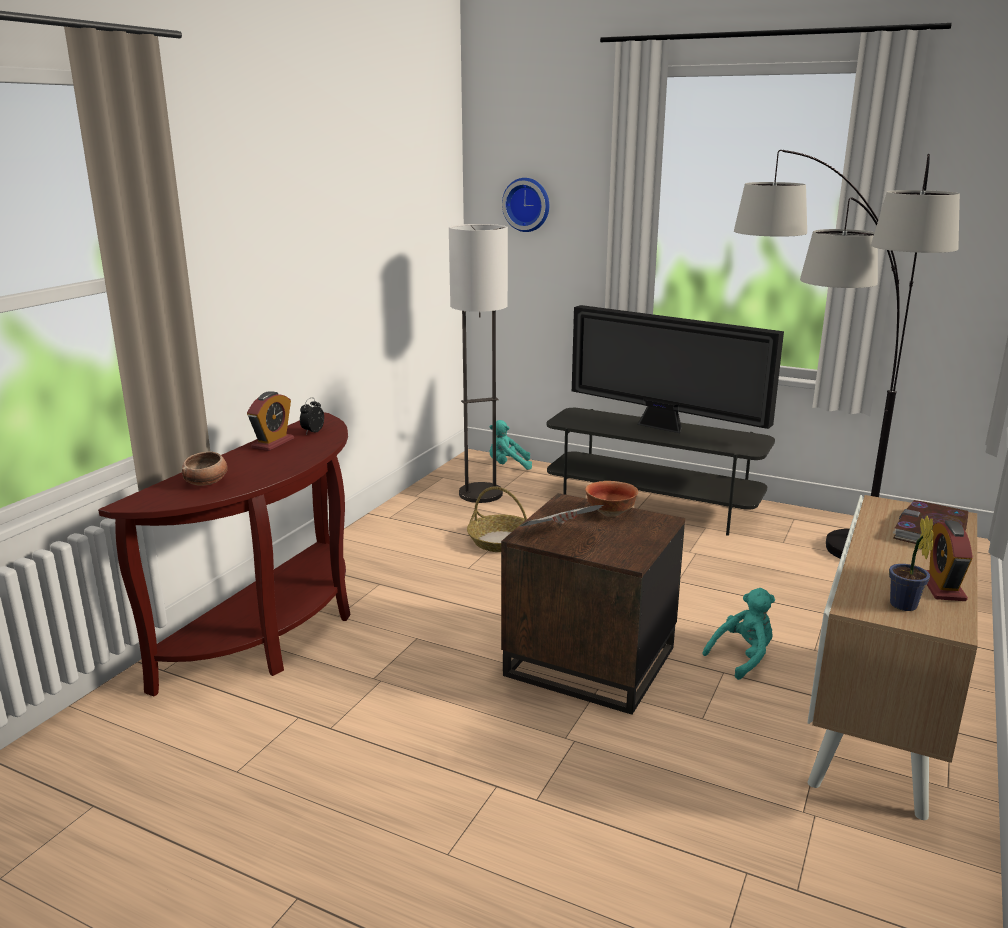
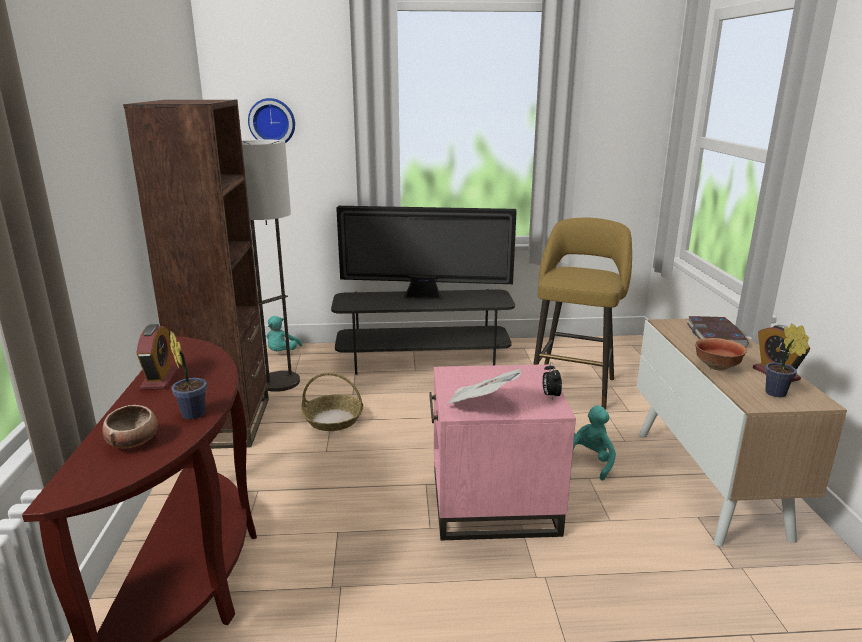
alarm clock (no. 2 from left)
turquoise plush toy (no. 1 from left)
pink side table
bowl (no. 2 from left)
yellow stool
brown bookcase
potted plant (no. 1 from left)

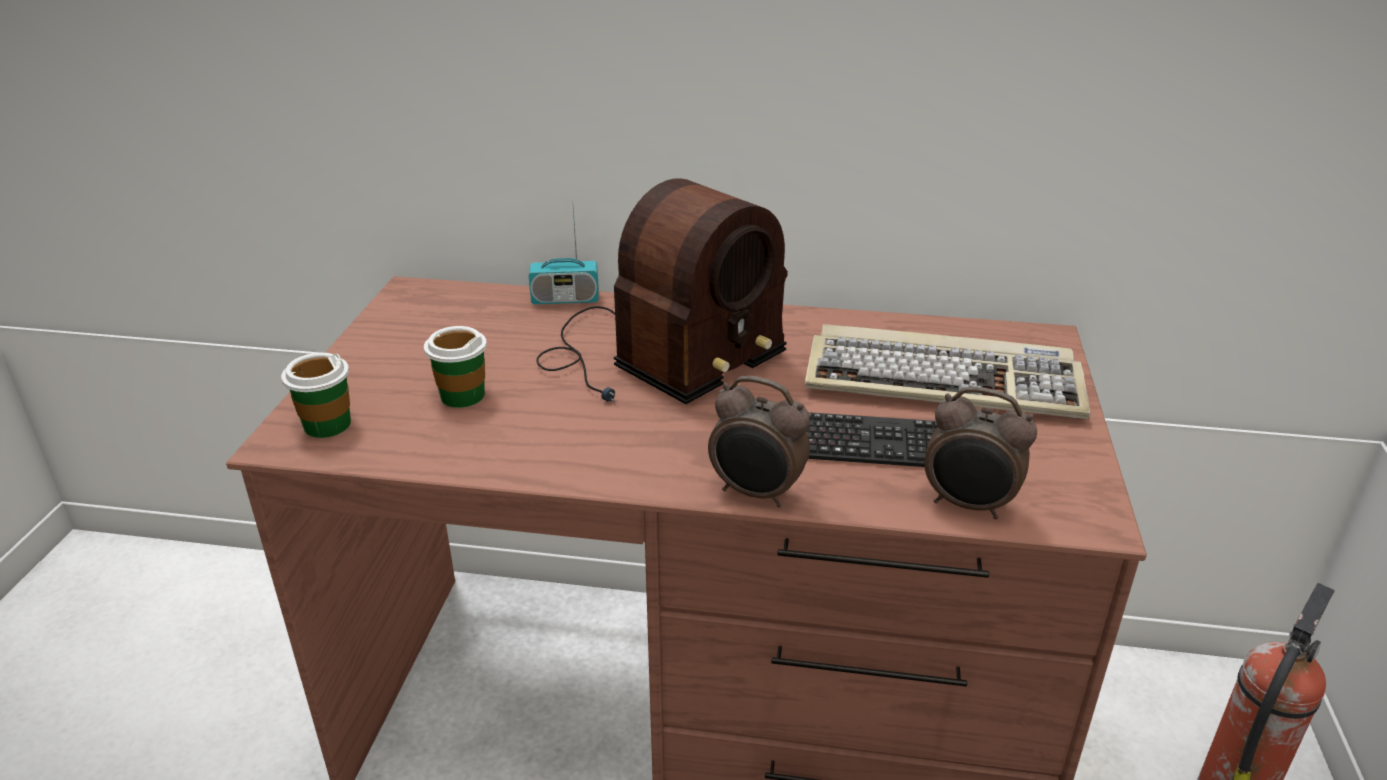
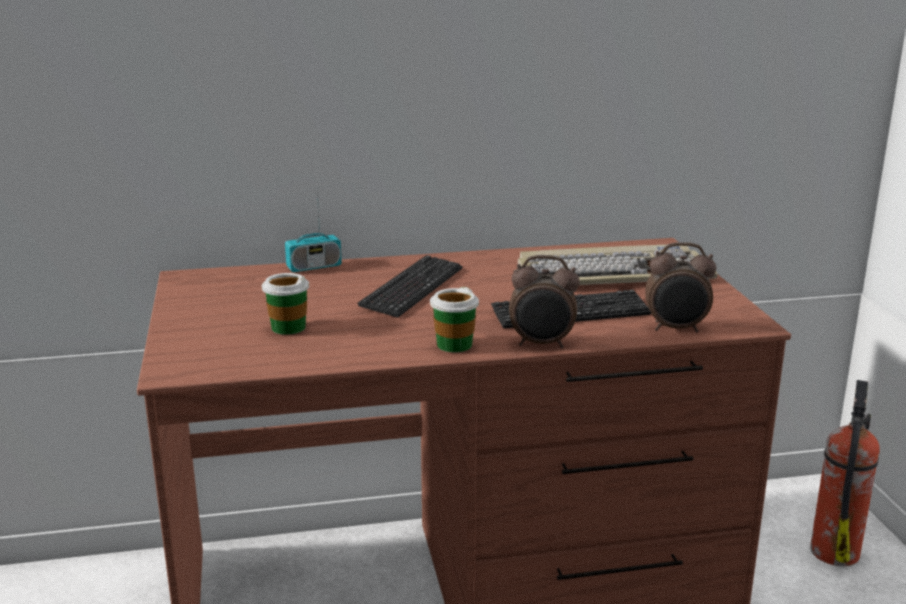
cup (no. 2 from left)
keyboard (no. 1 from left)

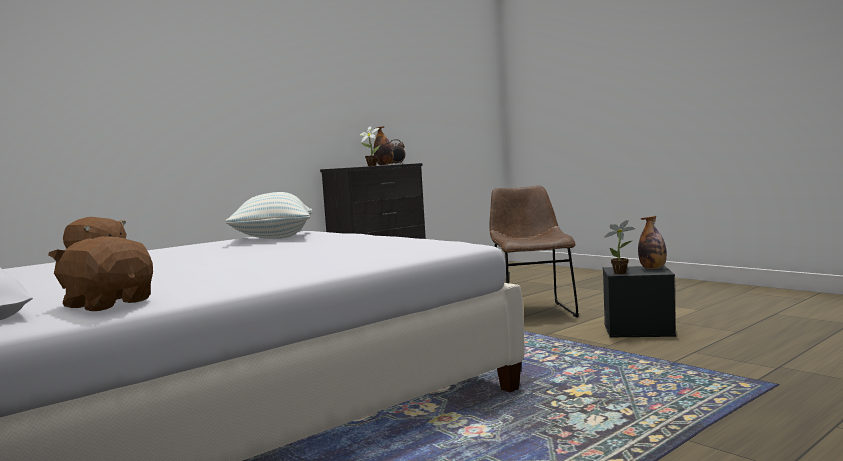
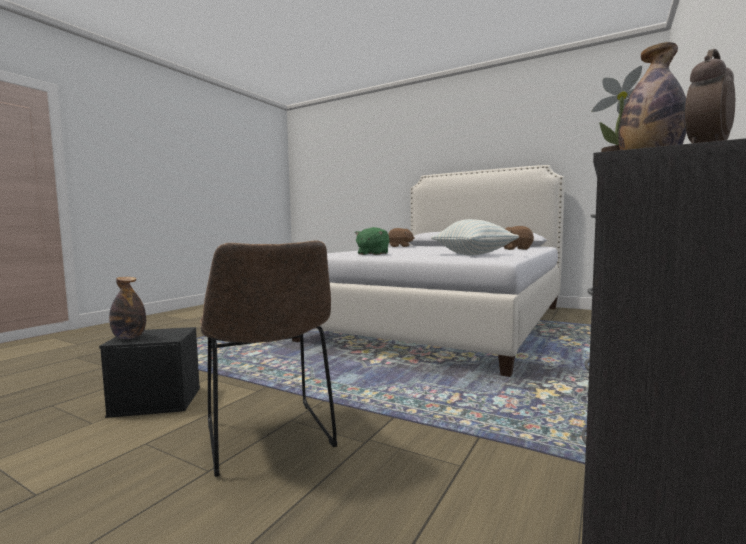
potted plant (no. 2 from left in the first image)
green plush toy

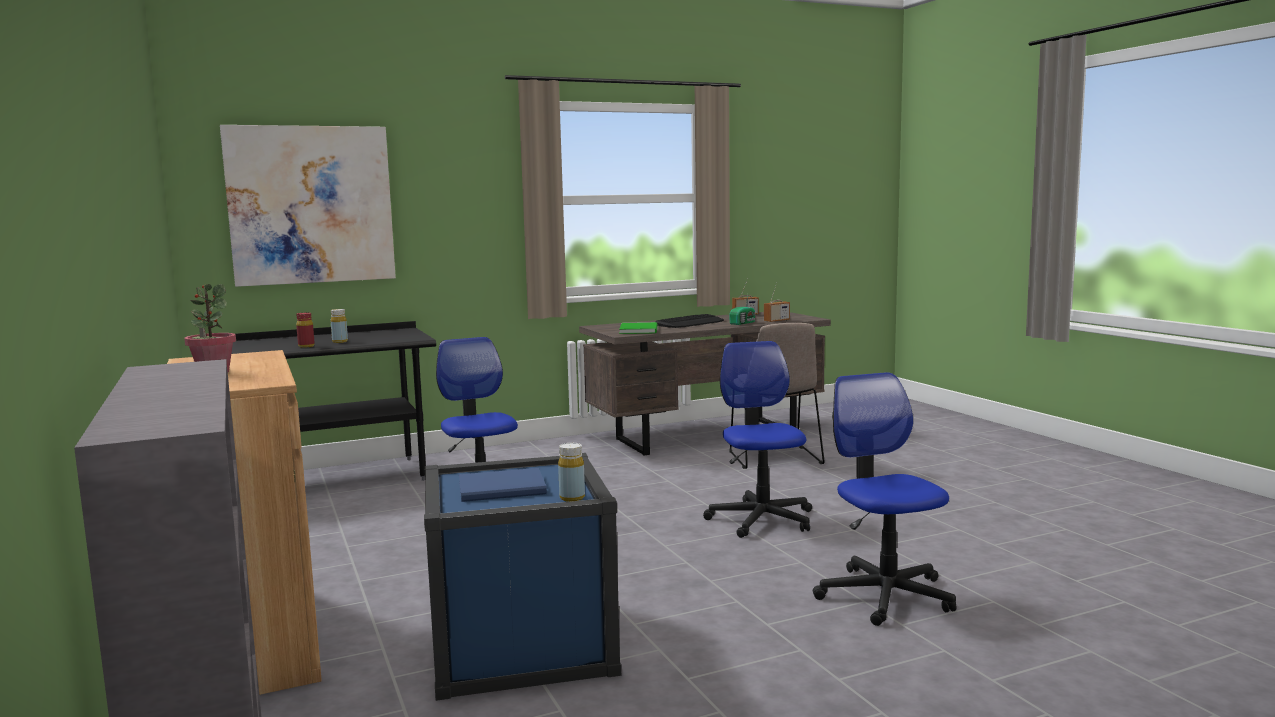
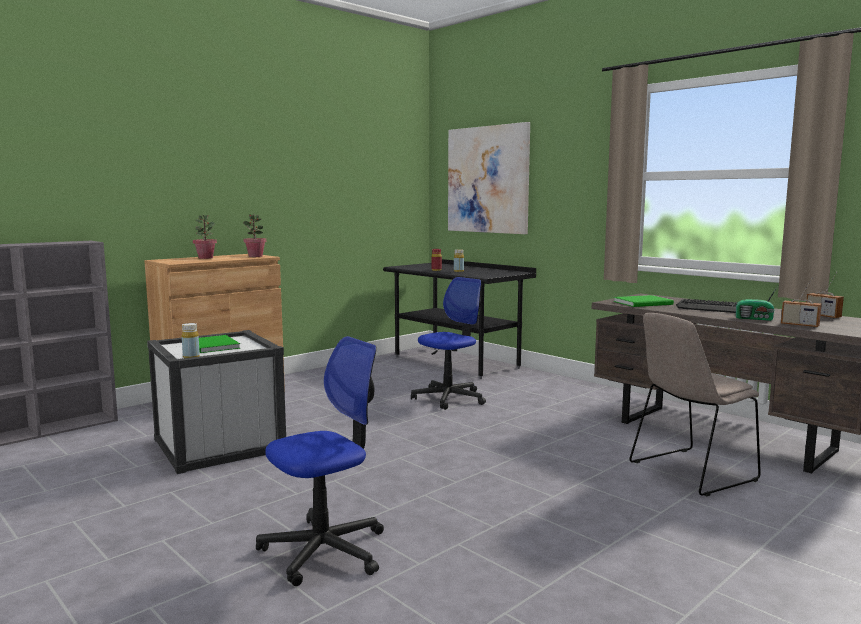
white storage box
green book (no. 1 from left)
office chair (no. 2 from left in the first image)
potted plant (no. 2 from left)

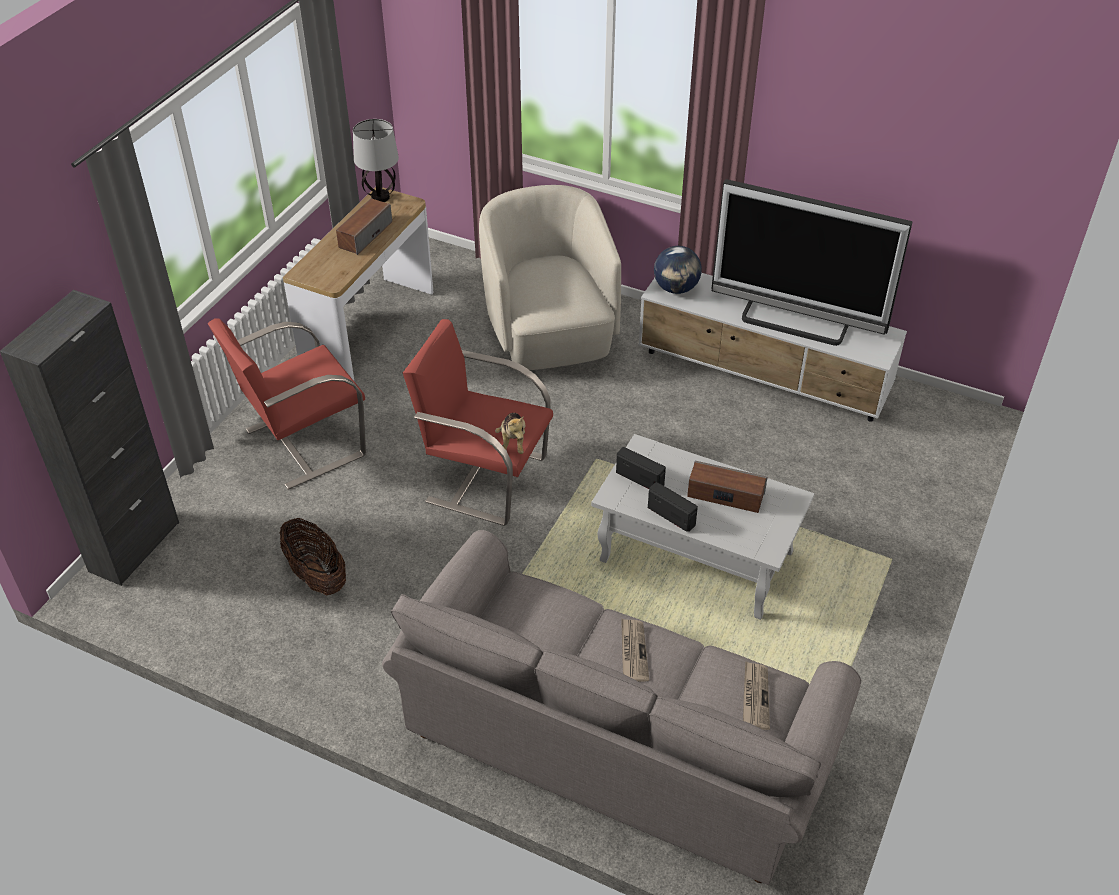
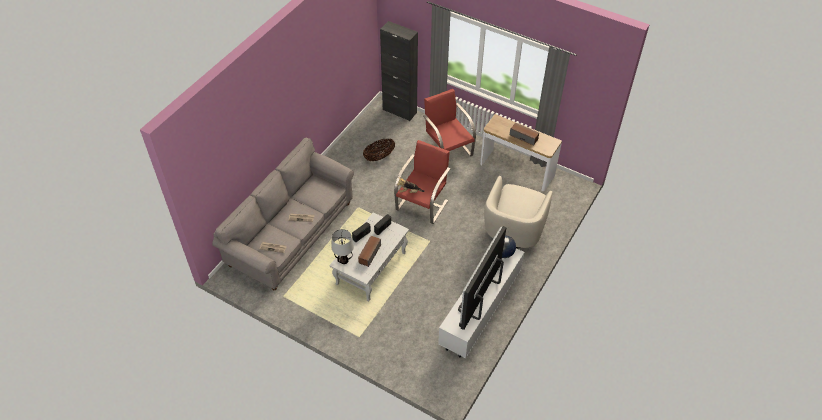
table lamp
beige armchair

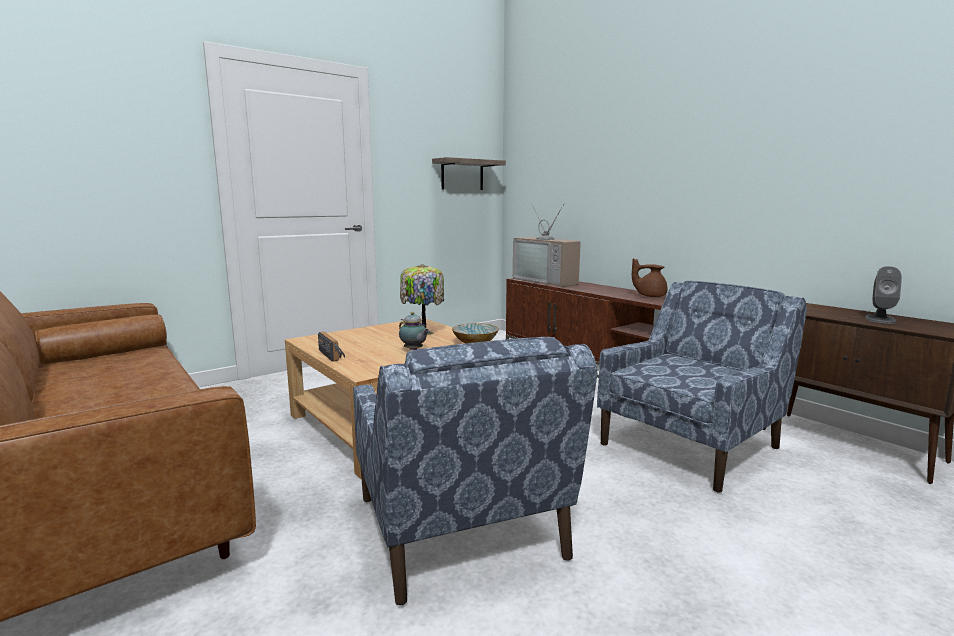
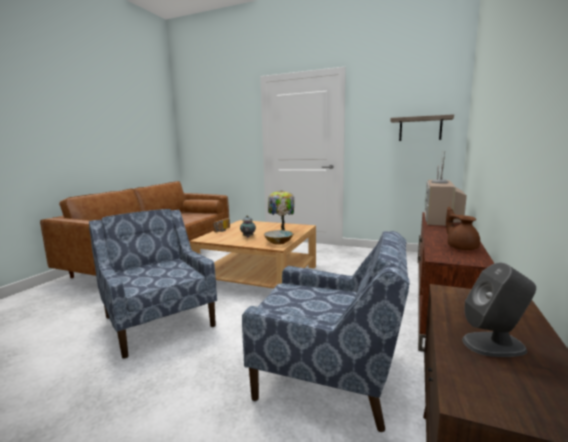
blue armchair (no. 1 from left)

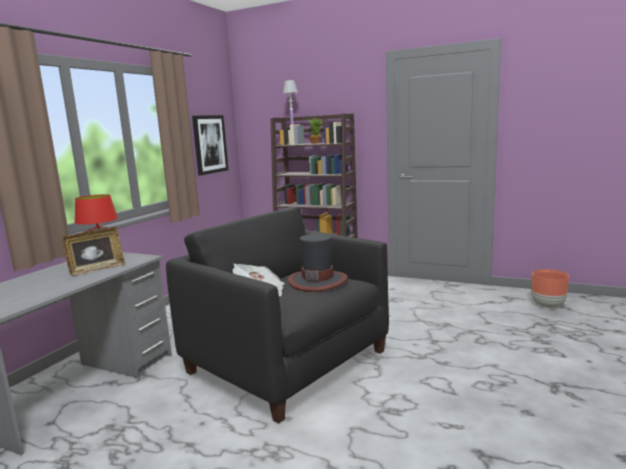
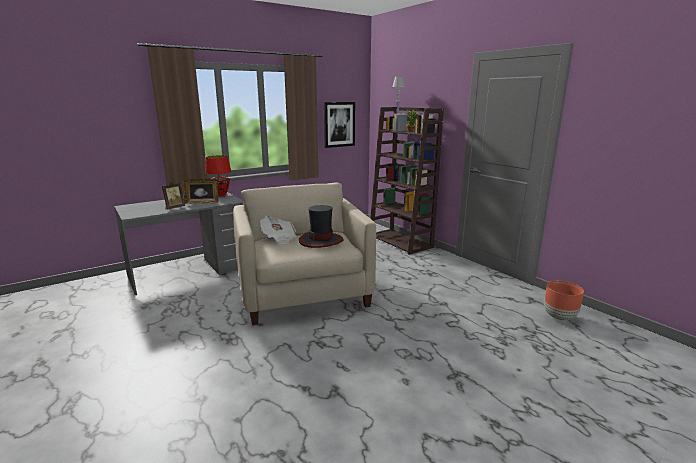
beige armchair
picture frame (no. 1 from left)

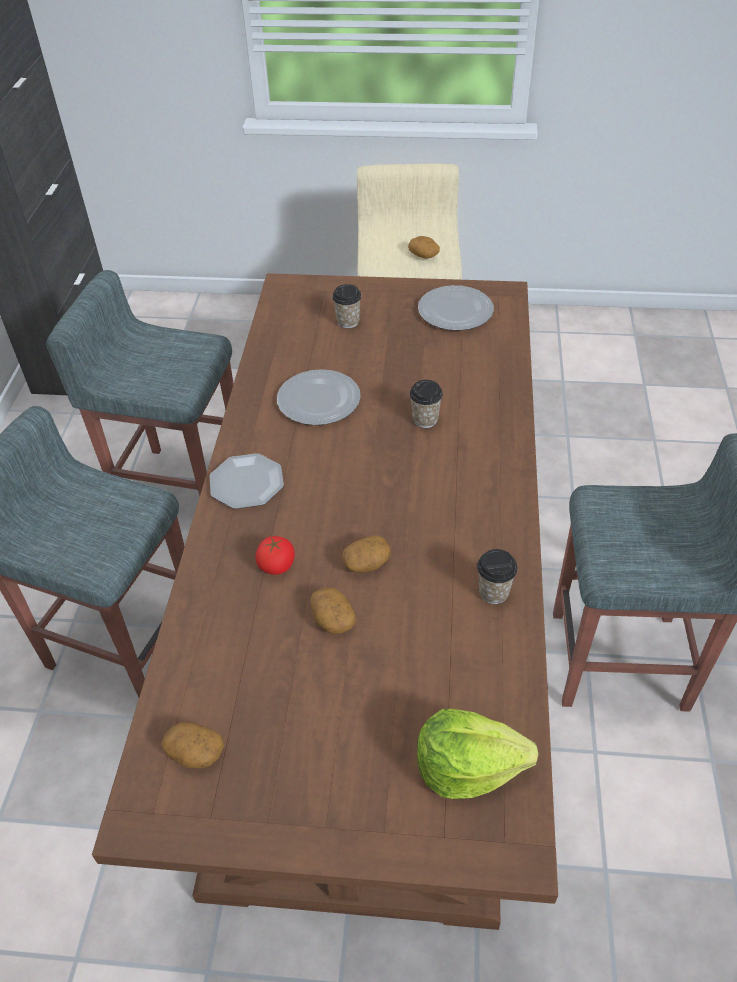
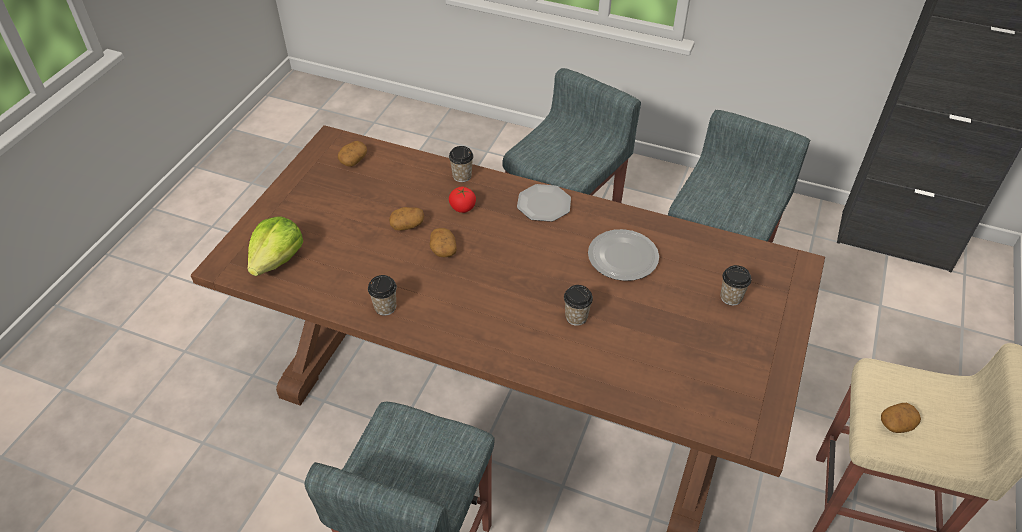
plate (no. 3 from left in the first image)
cup (no. 2 from left)

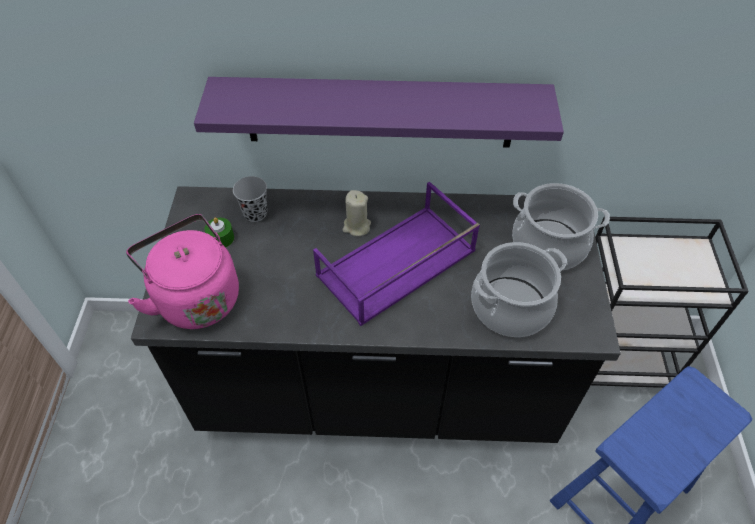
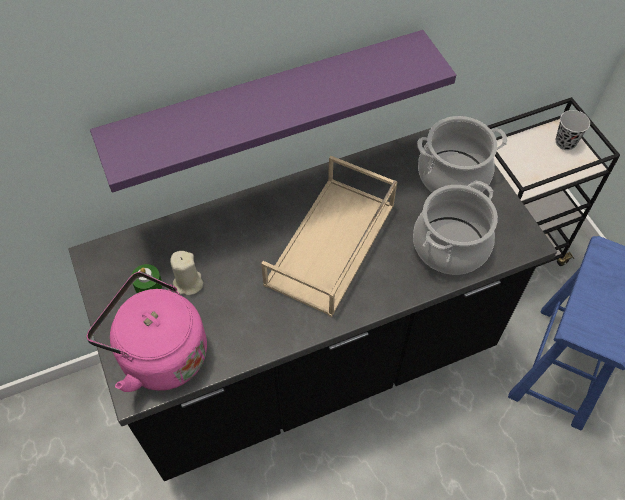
black cup
beige tray
beige candle

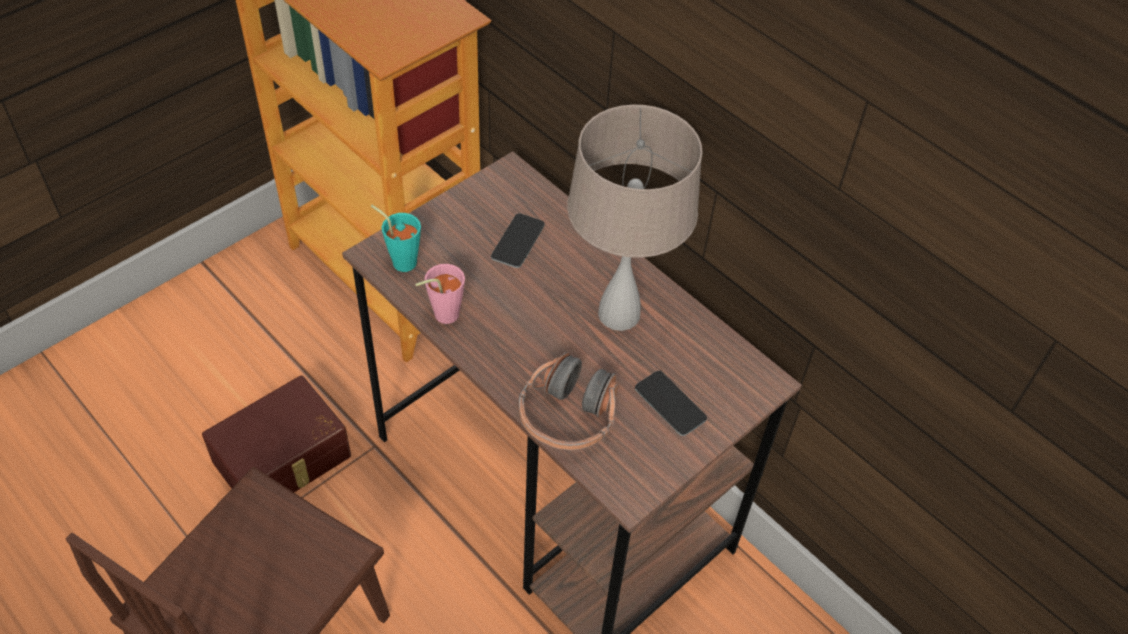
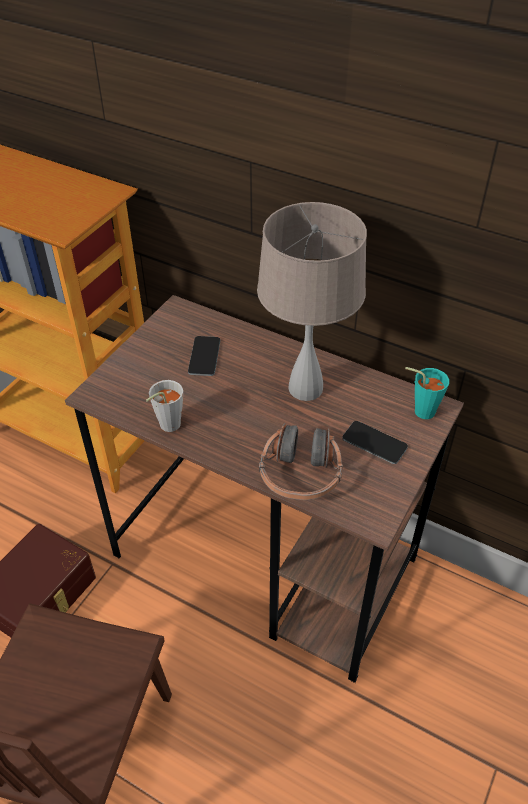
turquoise cup
grey cup

